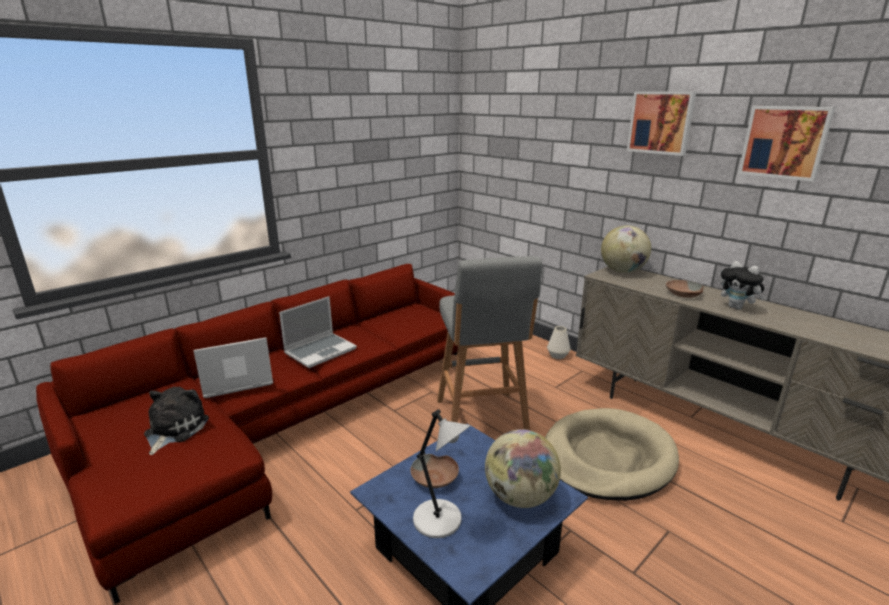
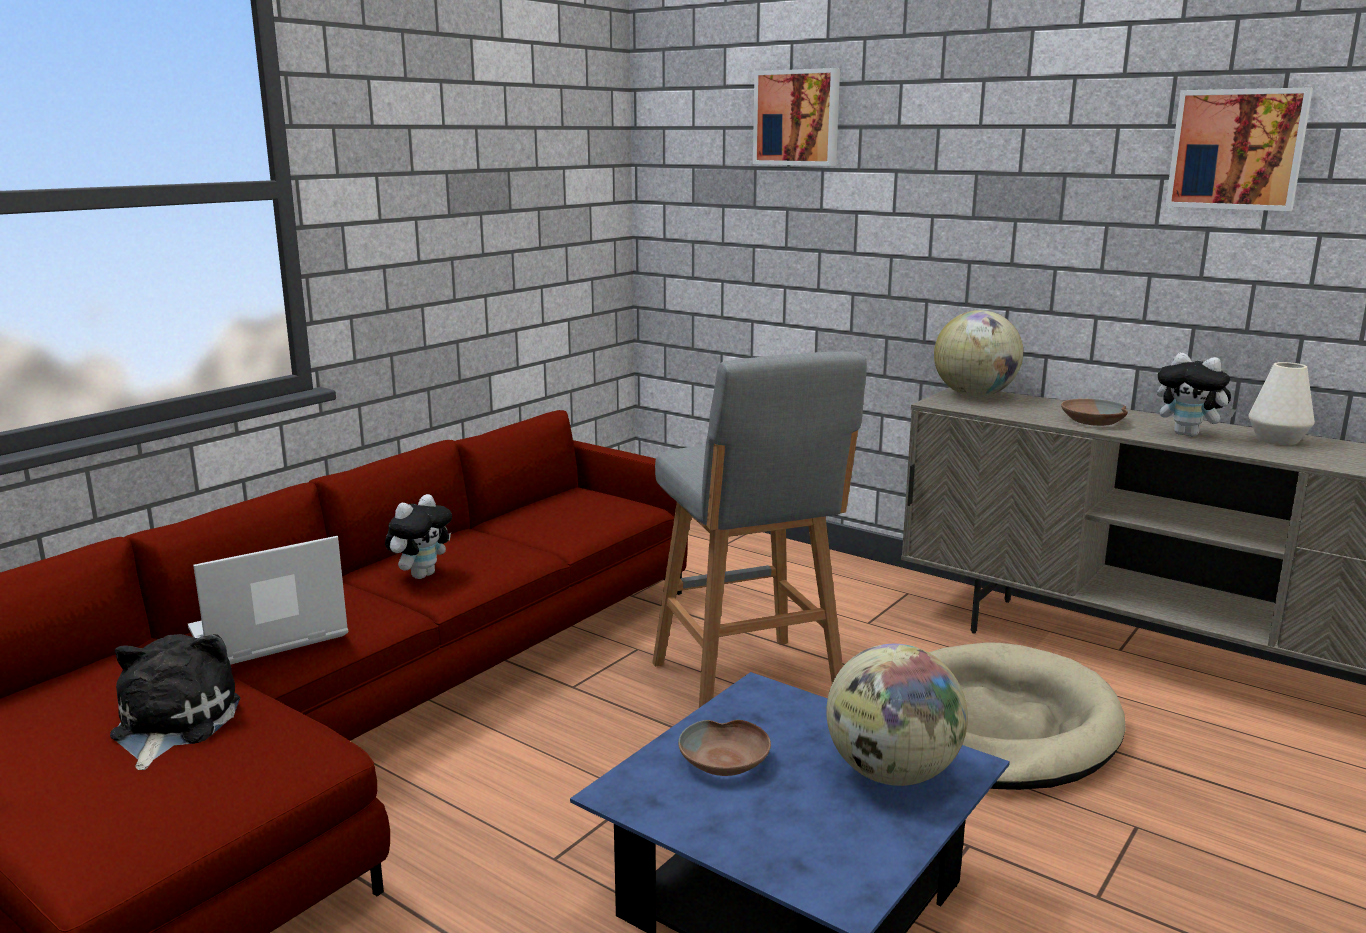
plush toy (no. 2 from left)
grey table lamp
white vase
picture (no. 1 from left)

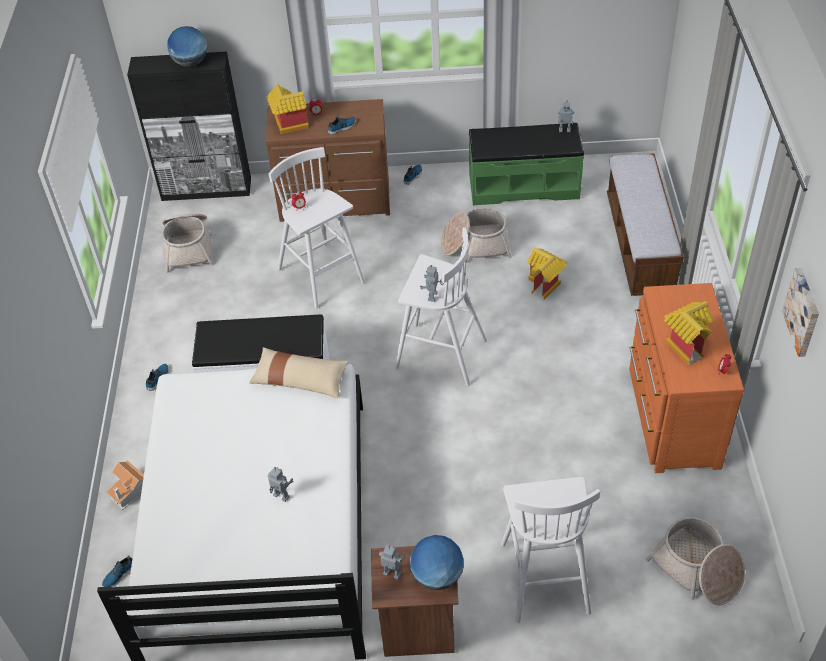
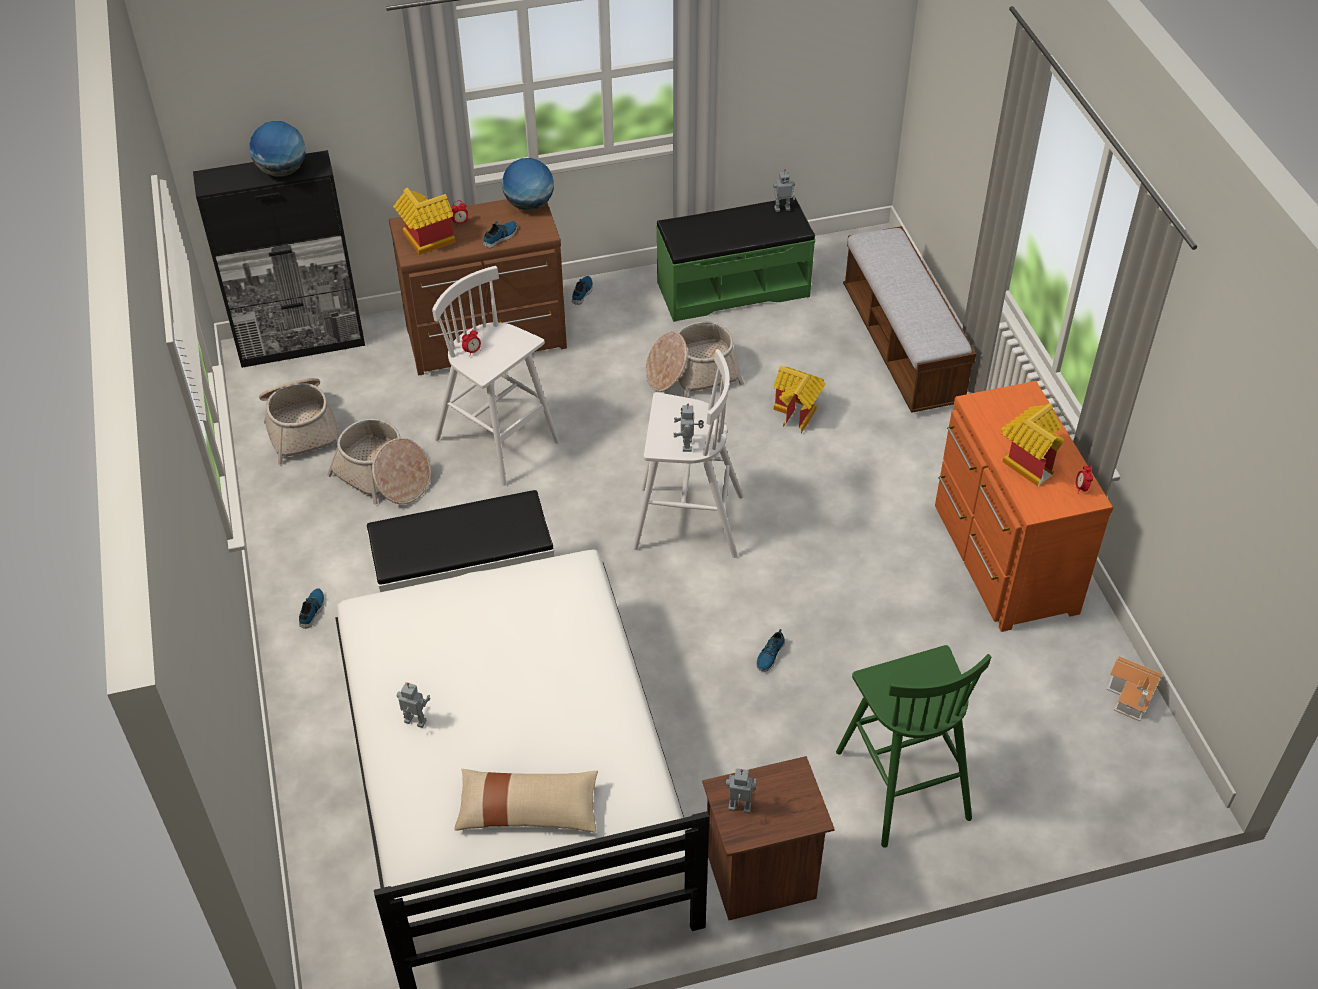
shoe (no. 4 from left)
toy house (no. 4 from left)
beige pillow
toy robot (no. 1 from left)
globe (no. 2 from left)
green stool
basket (no. 2 from left)
picture

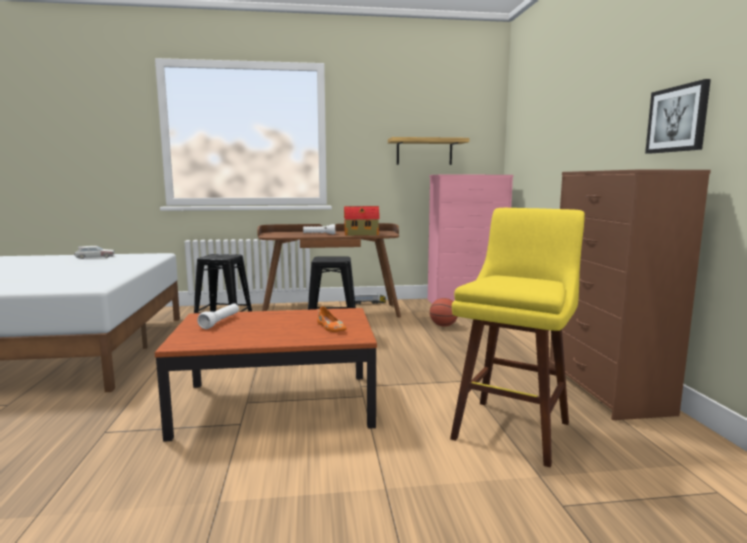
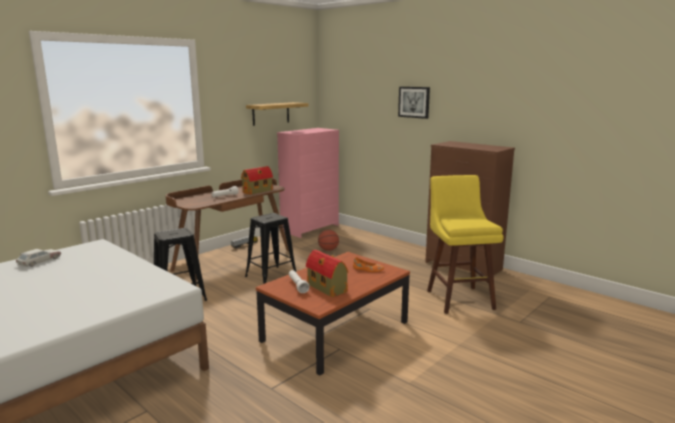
picture
toy house (no. 2 from left)

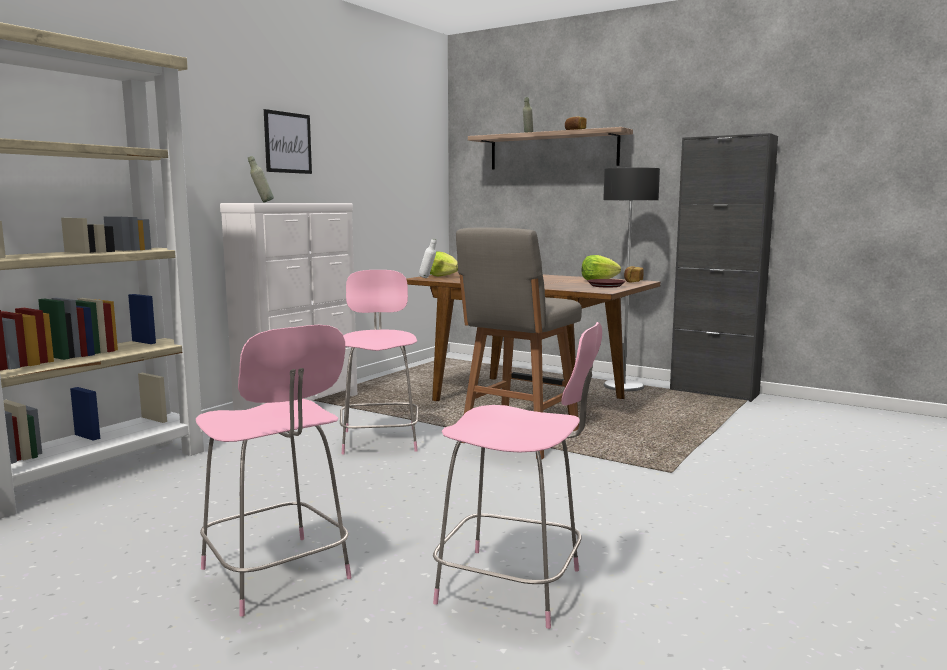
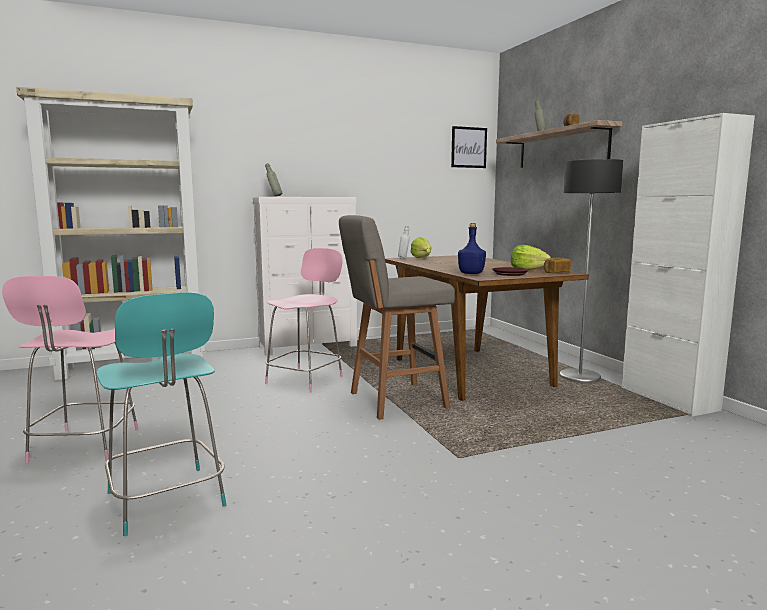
picture
turquoise chair
white cabinet
blue bottle

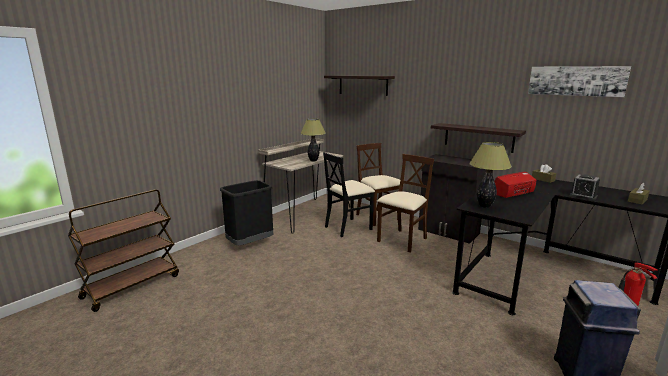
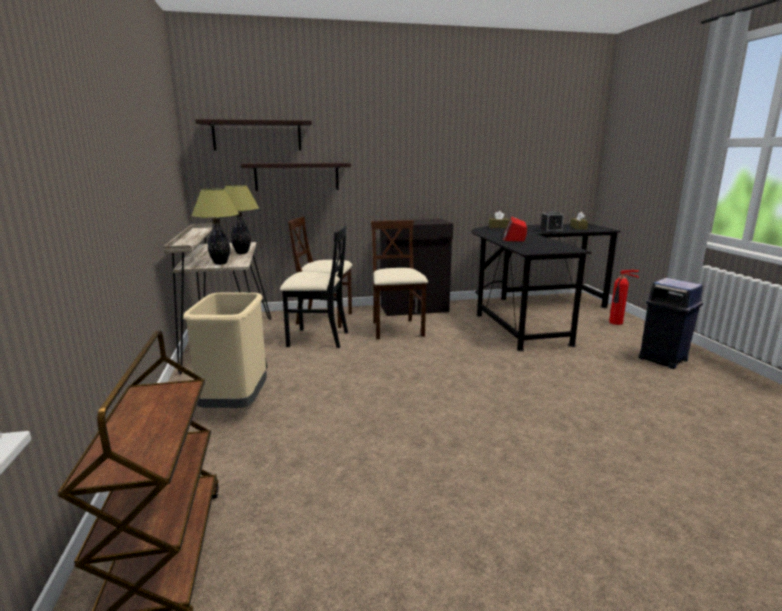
beige trash can
black chair
shelf (no. 2 from left)
table lamp (no. 1 from left)
picture

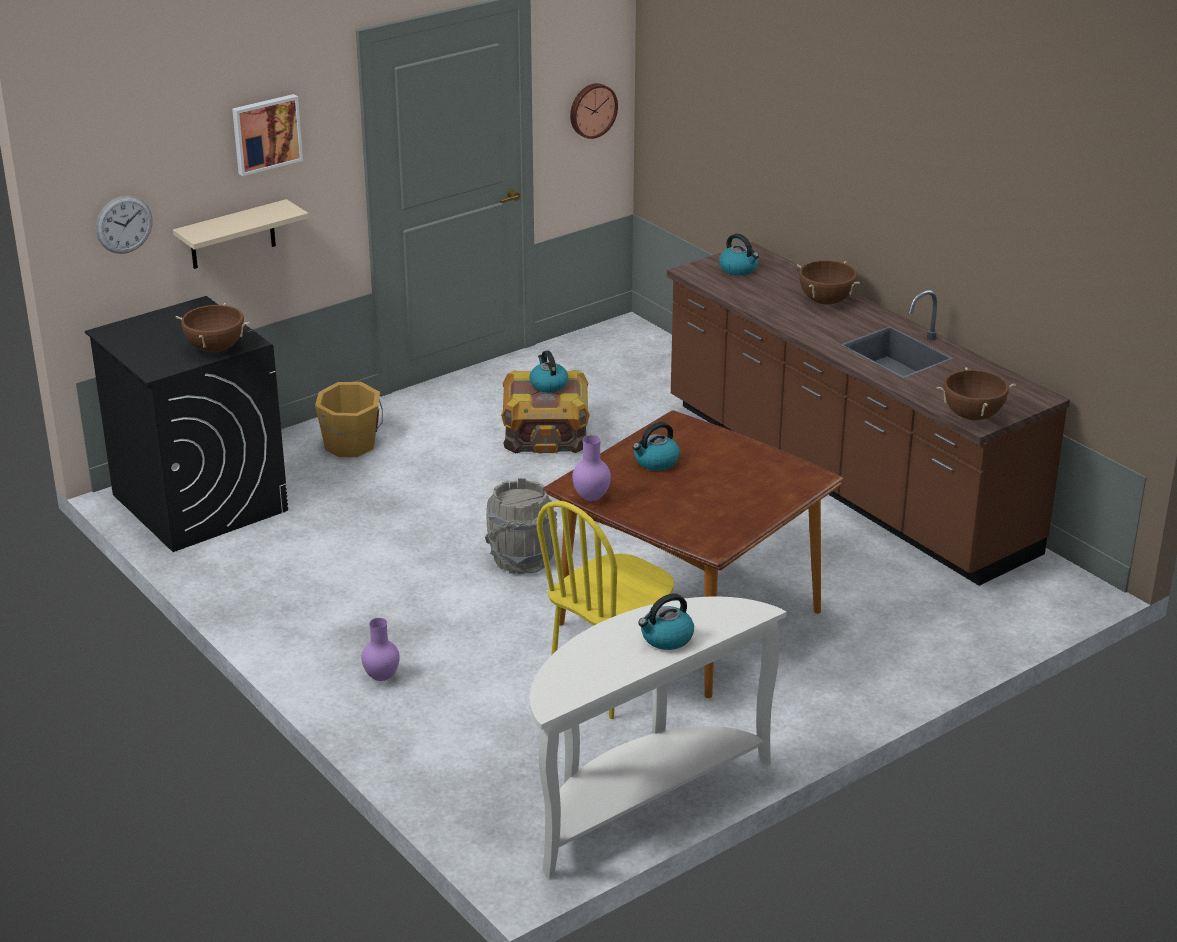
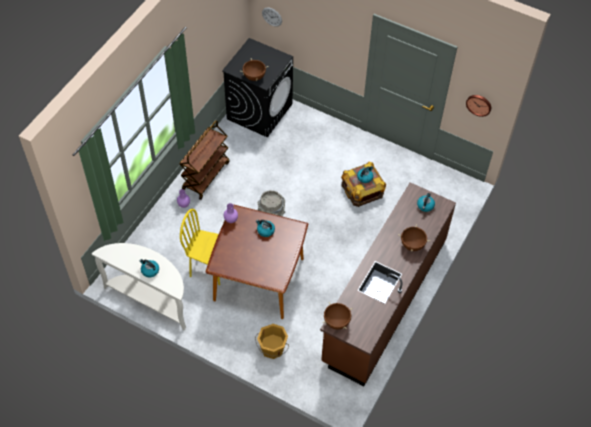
beige shelf
picture
orange bucket
brown cart

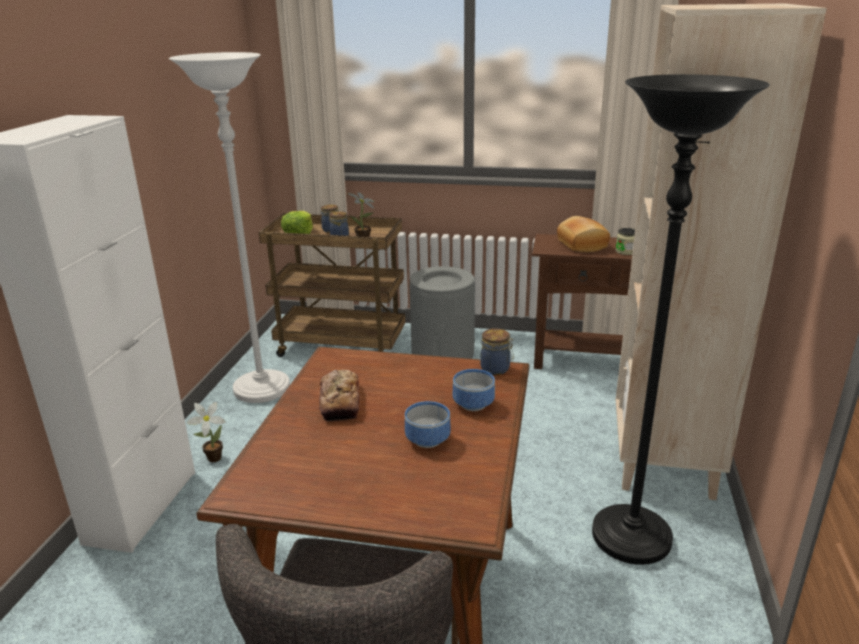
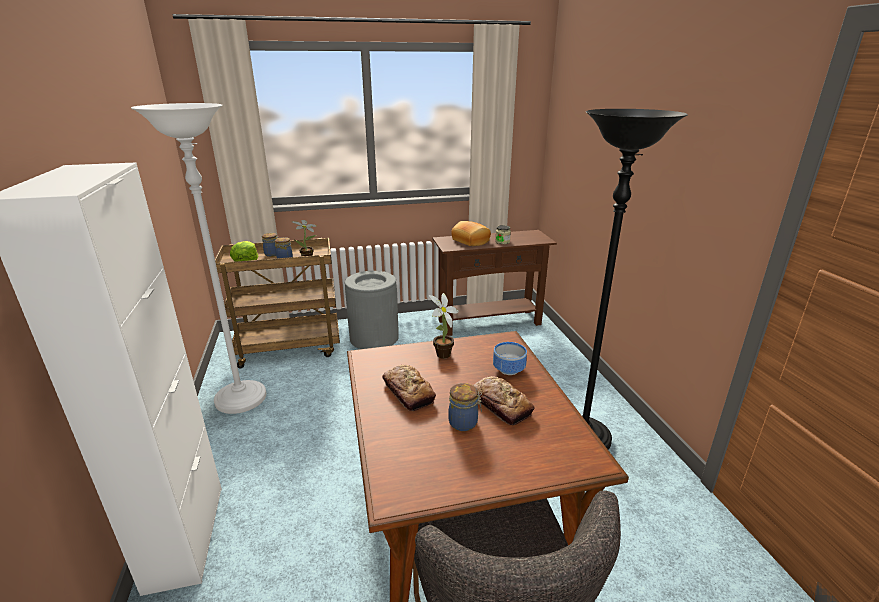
potted plant (no. 2 from left)
bread (no. 3 from left)
jar (no. 3 from left)
beige bookcase

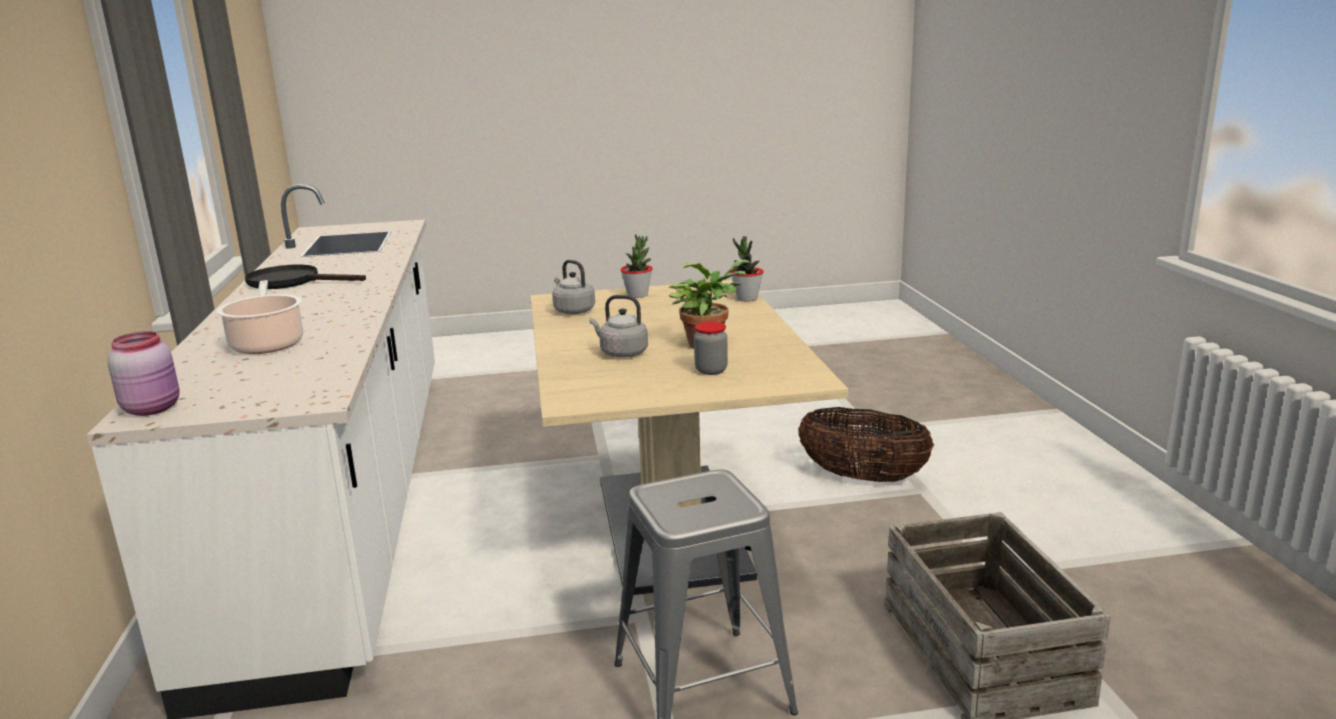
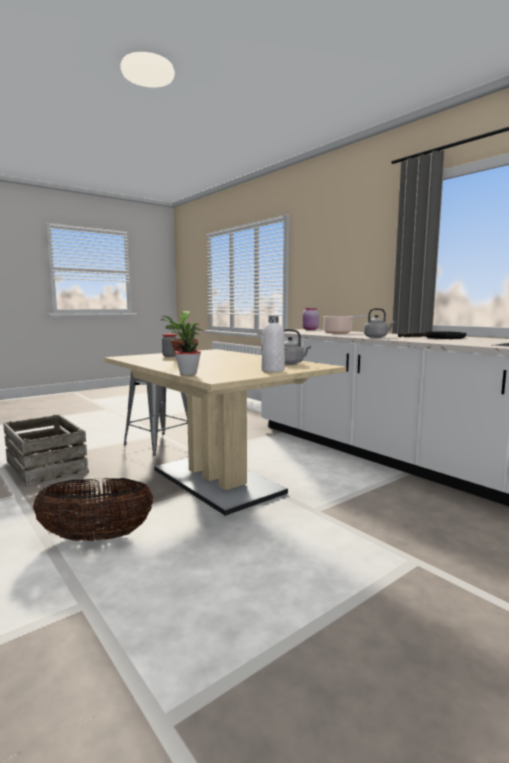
grey kettle (no. 2 from left)
white bottle

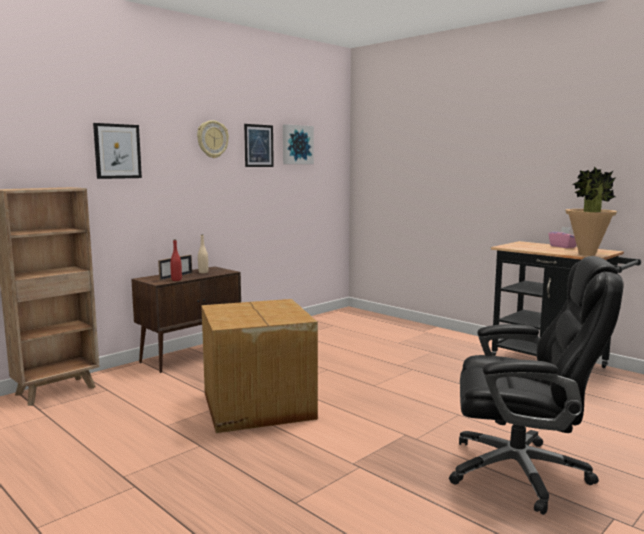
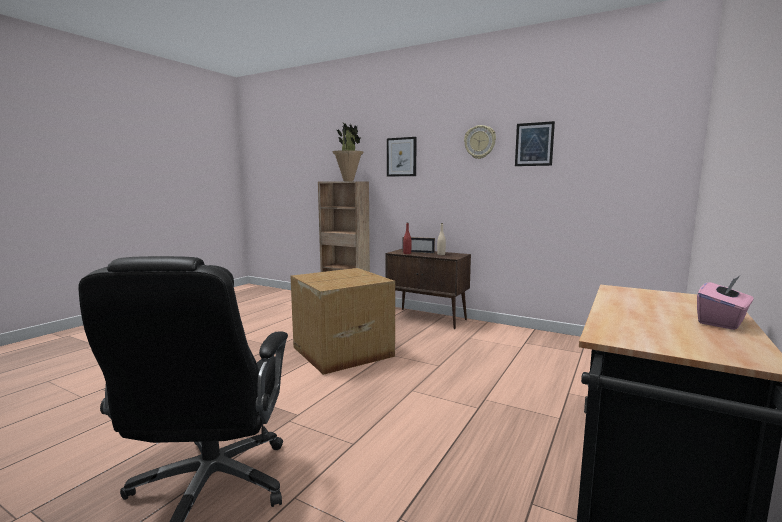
picture (no. 3 from left in the first image)
potted plant

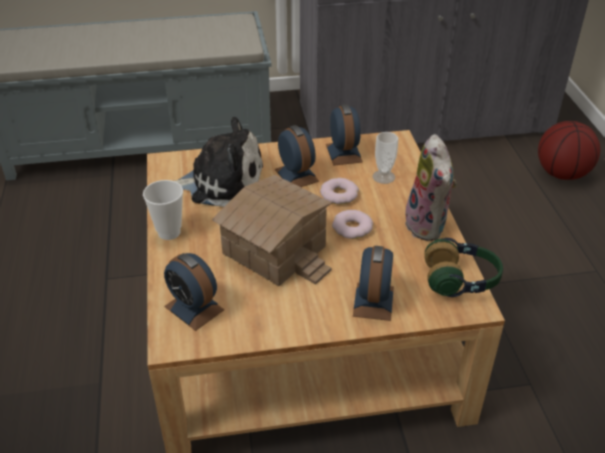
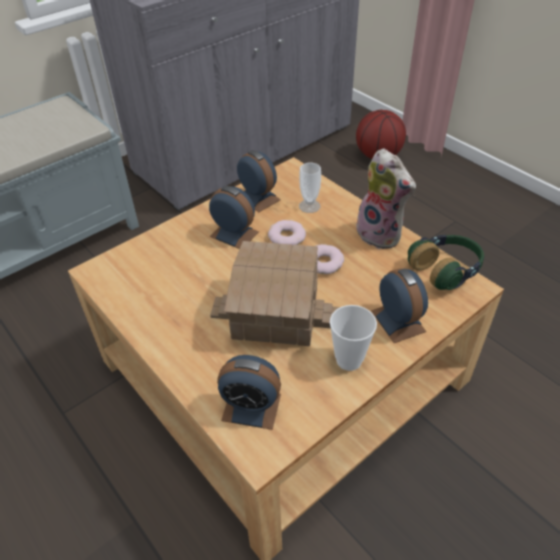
cup (no. 2 from left)
plush toy (no. 1 from left in the first image)

